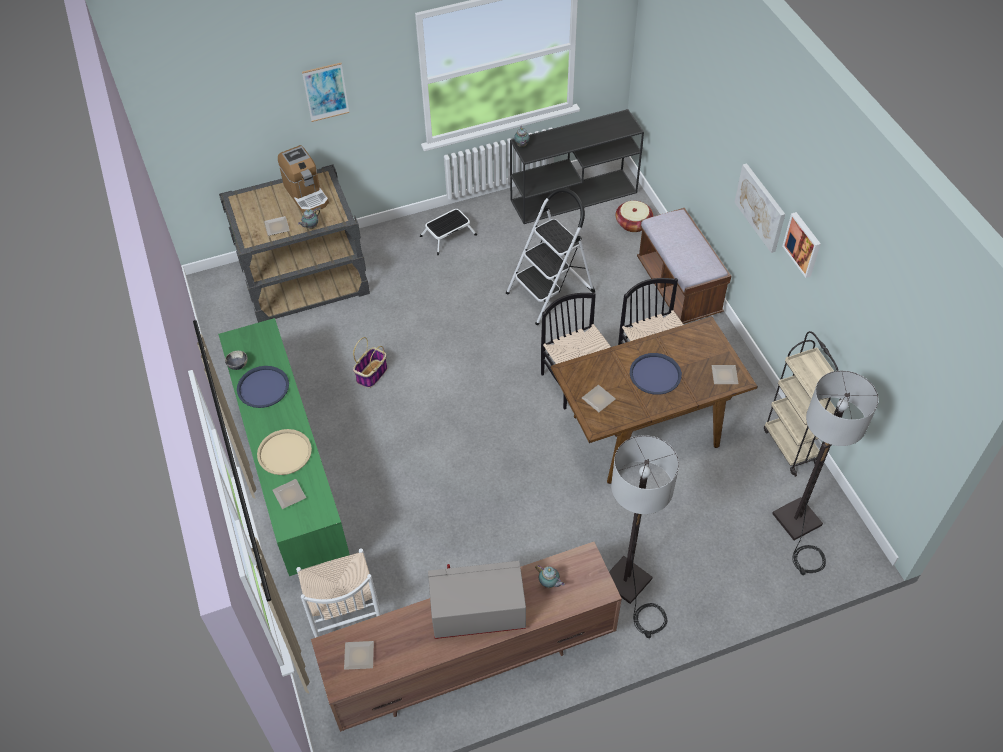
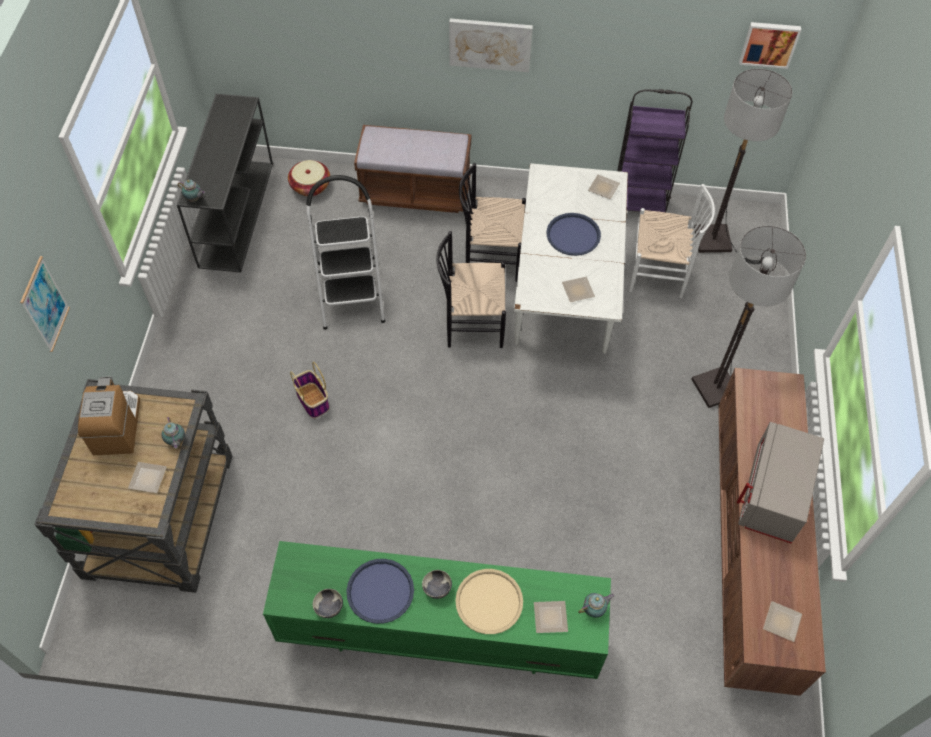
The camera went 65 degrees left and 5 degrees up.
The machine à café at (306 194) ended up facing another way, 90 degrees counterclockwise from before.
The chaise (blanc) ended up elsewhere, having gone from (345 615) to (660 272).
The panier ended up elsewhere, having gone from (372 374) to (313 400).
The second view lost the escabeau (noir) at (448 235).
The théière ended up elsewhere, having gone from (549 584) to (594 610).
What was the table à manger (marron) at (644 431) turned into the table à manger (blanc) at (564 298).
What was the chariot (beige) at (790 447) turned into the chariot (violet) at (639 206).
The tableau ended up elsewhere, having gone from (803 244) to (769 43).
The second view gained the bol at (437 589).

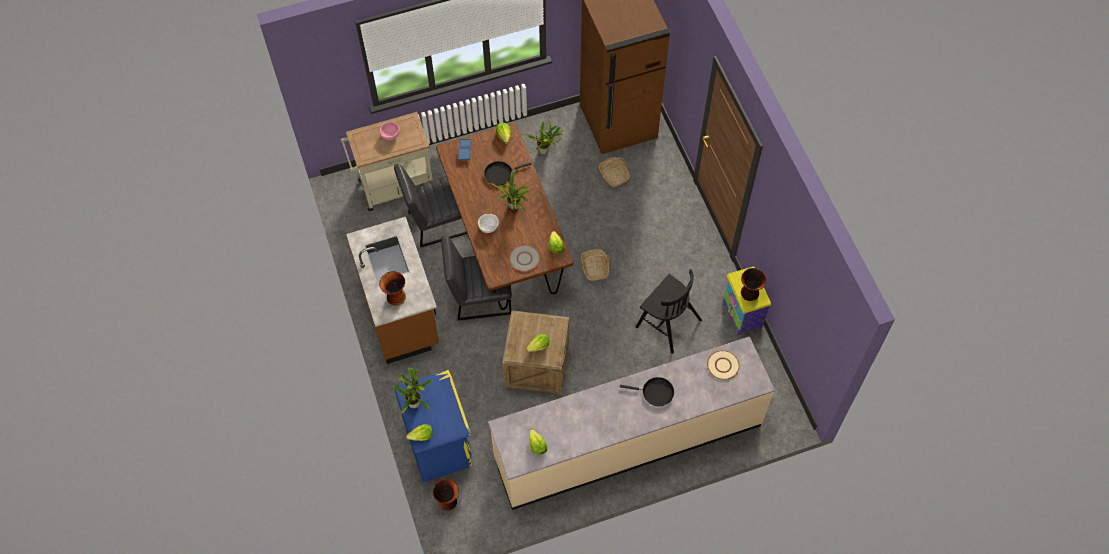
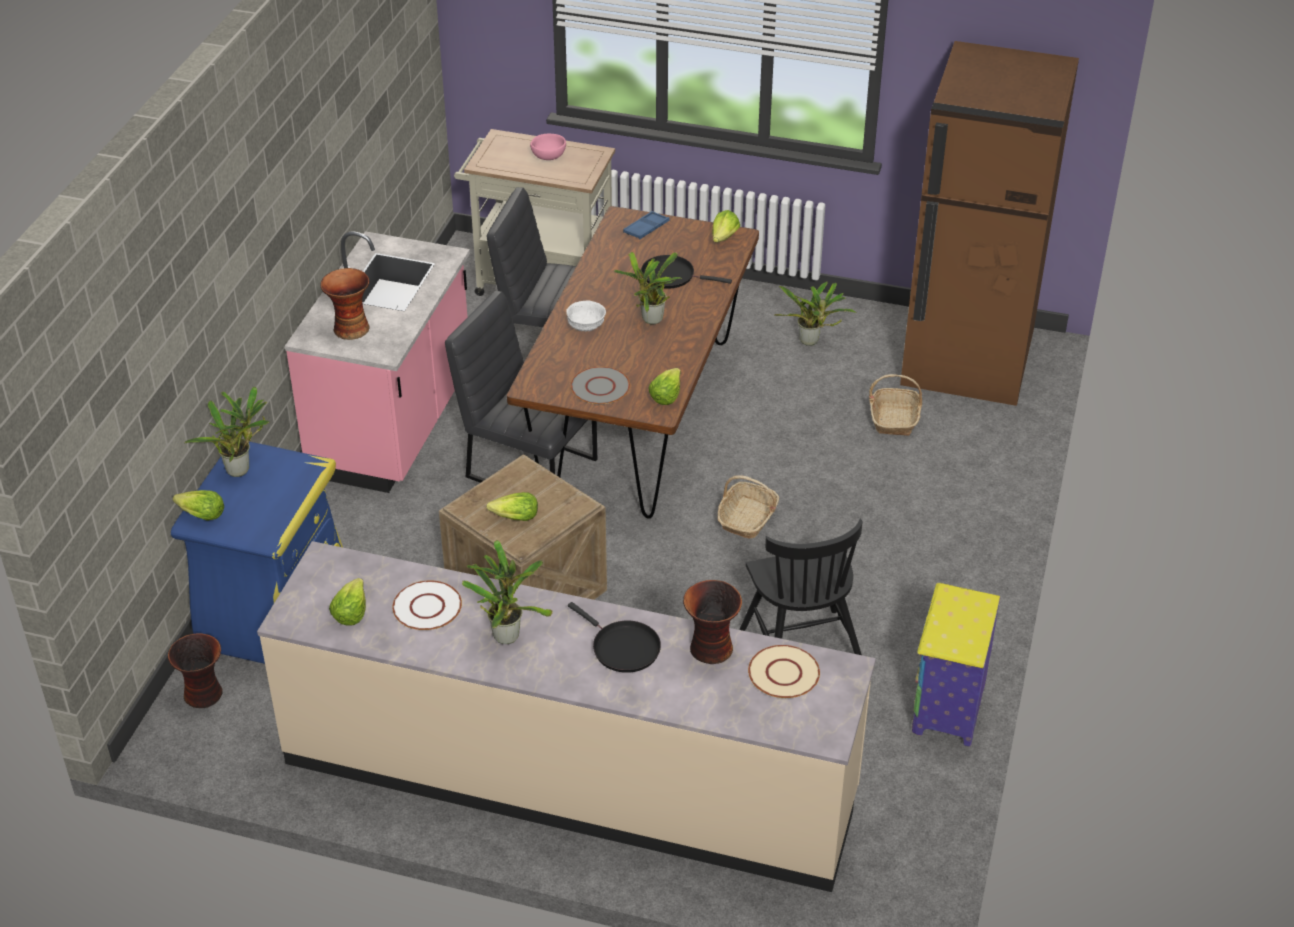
The camera went 35 degrees right and 20 degrees down.
What was the comptoir de cuisine (marron) at (400 311) turned into the comptoir de cuisine (rose) at (394 426).
The vase ended up elsewhere, having gone from (750 293) to (711 650).
The second view gained the assiette (blanc) at (427 607).
The second view gained the plante en pot at (506 634).

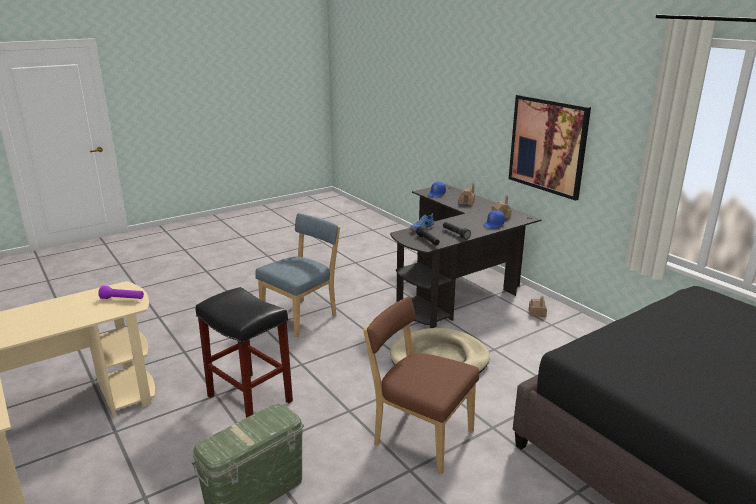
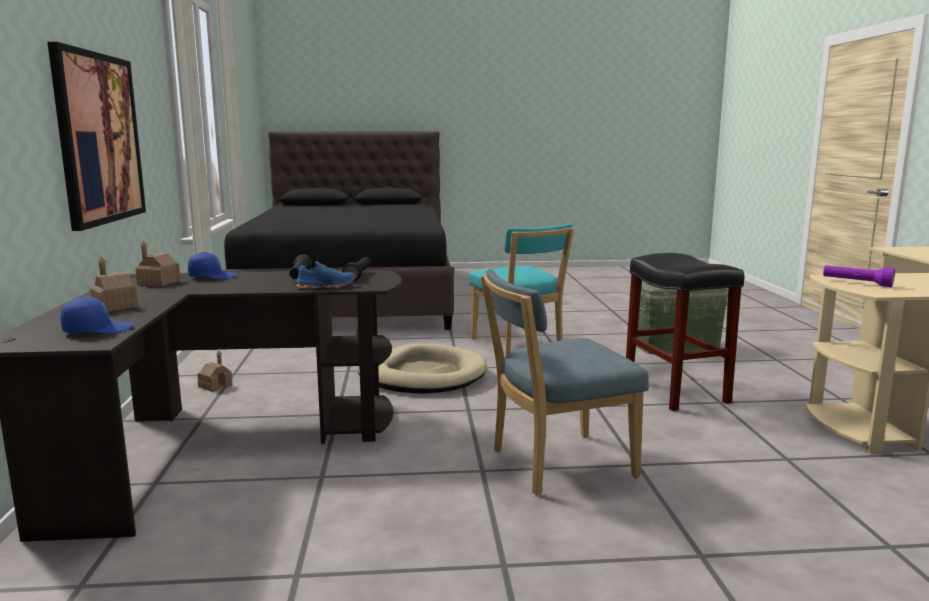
The camera went 150 degrees left and 10 degrees down.
What was the chaise (marron) at (419 436) turned into the chaise (turquoise) at (518 344).

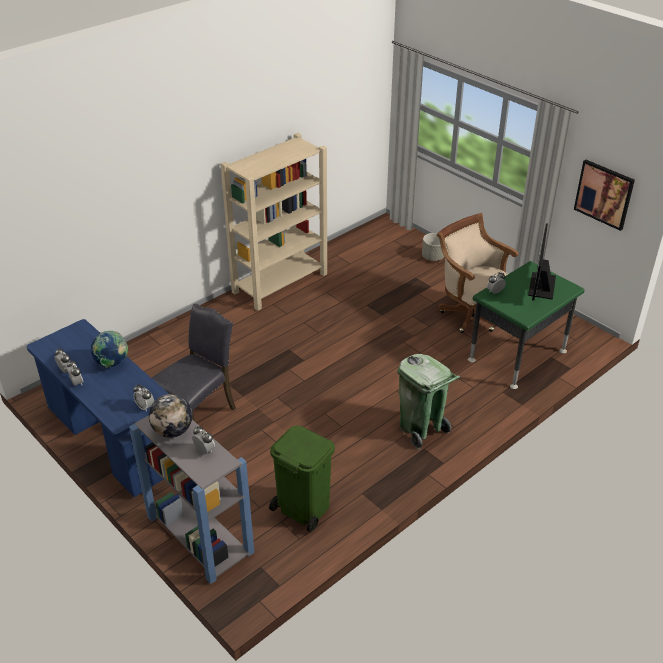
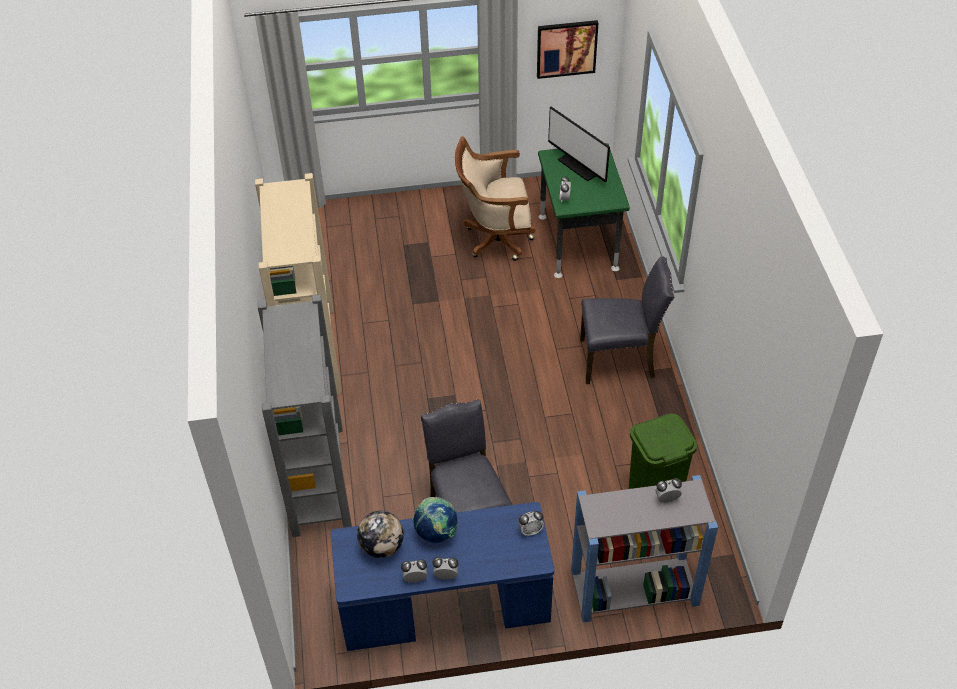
The camera went 55 degrees left and 10 degrees up.
The globe ended up elsewhere, having gone from (173 431) to (382 546).
Where the poubelle (vert) stood at (421 429), the chaise (gris) came to stand at (619 359).
The second view lost the cache-pot (gris) at (432 257).
The second view gained the bibliothèque (gris) at (317 479).

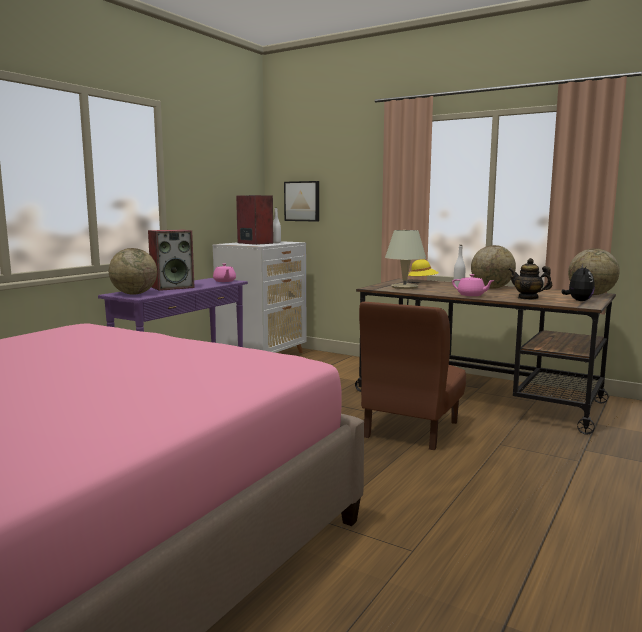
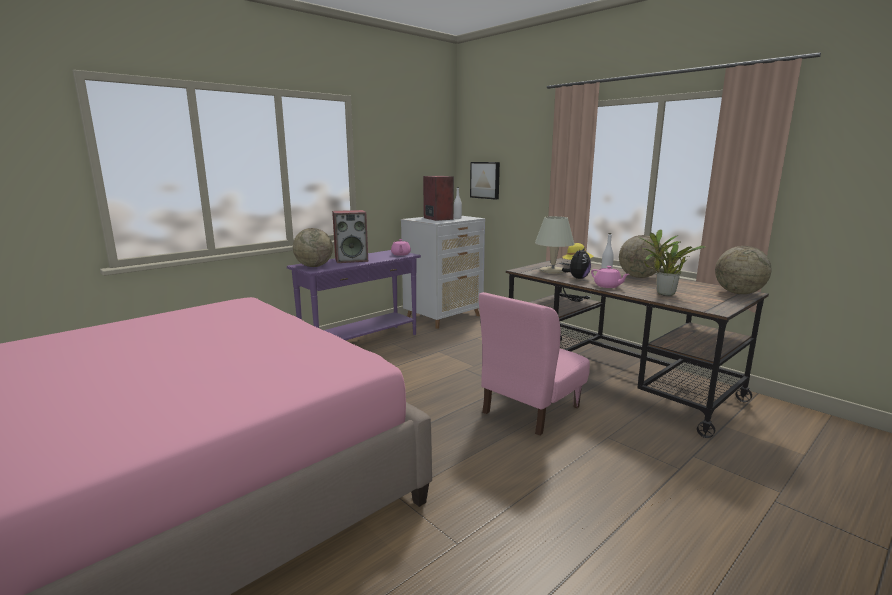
The camera went 15 degrees right and 5 degrees up.
What was the chaise (marron) at (410 429) turned into the chaise (rose) at (530 409).
Where the théière stood at (528 298), the plante en pot came to stand at (663 294).
The peluche ended up elsewhere, having gone from (578 301) to (577 278).

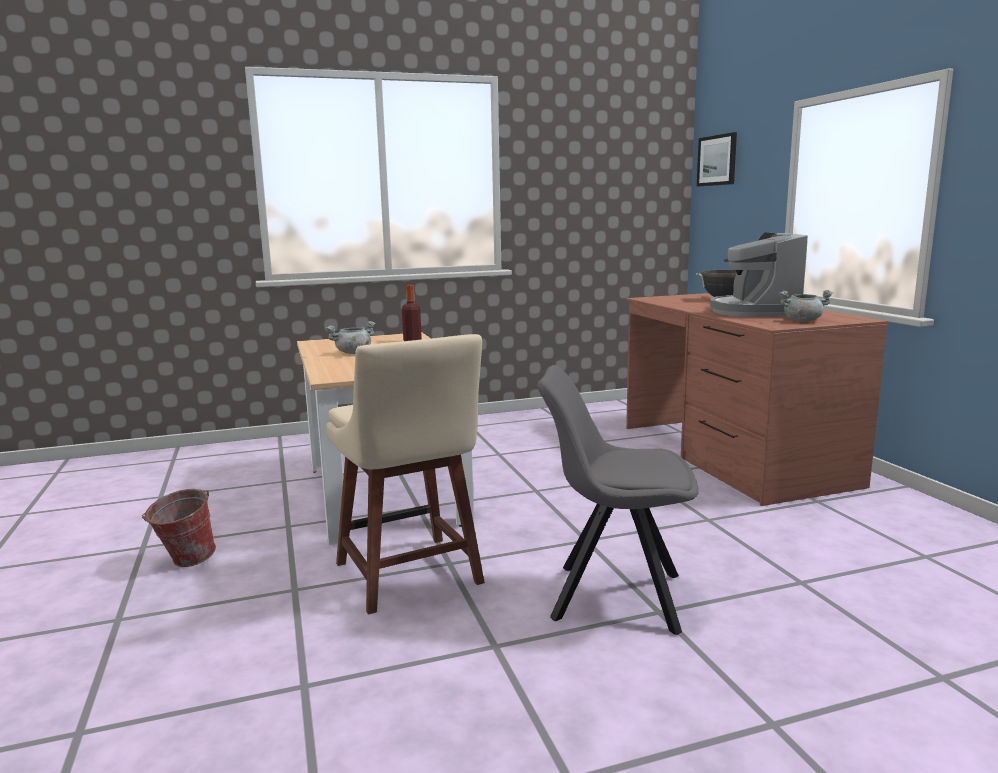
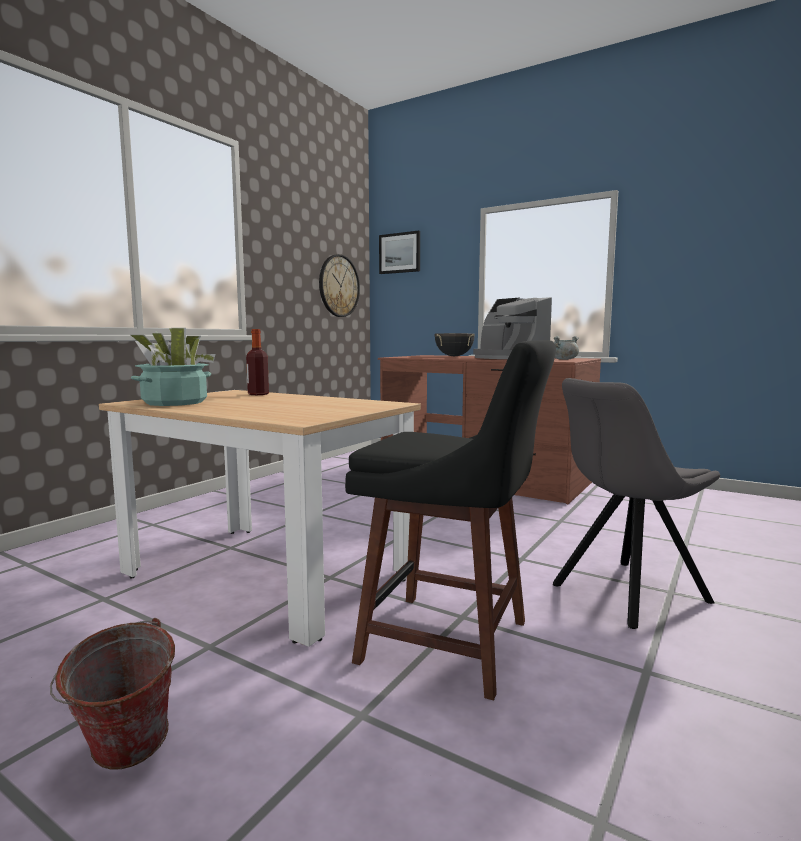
The camera went 40 degrees left and 5 degrees down.
The second view lost the marmite (gris) at (353 353).
What was the tabouret (beige) at (409 576) turned into the tabouret (noir) at (453 643).
The second view gained the plante en pot at (174 402).
The second view gained the horloge murale at (339 286).

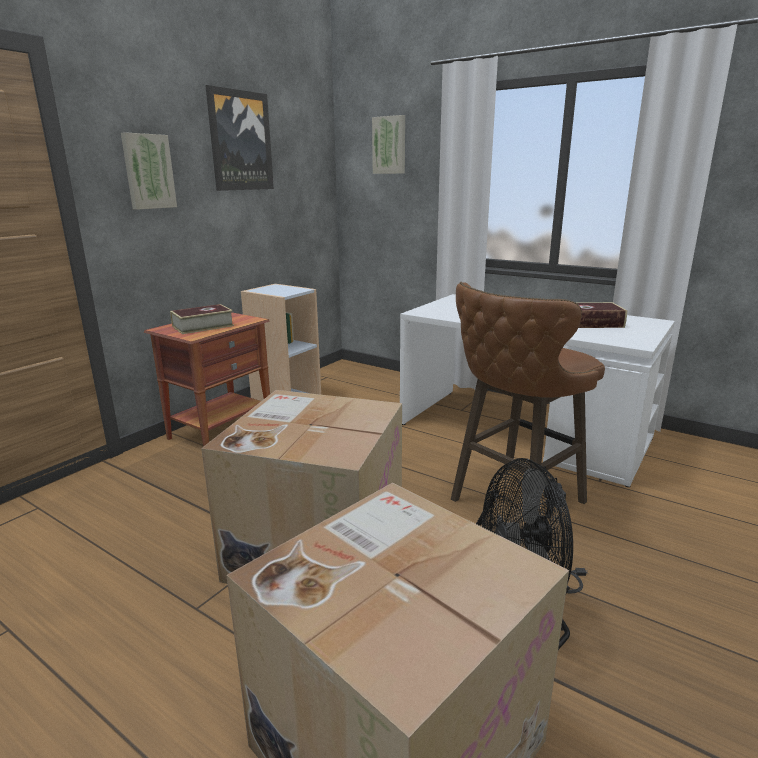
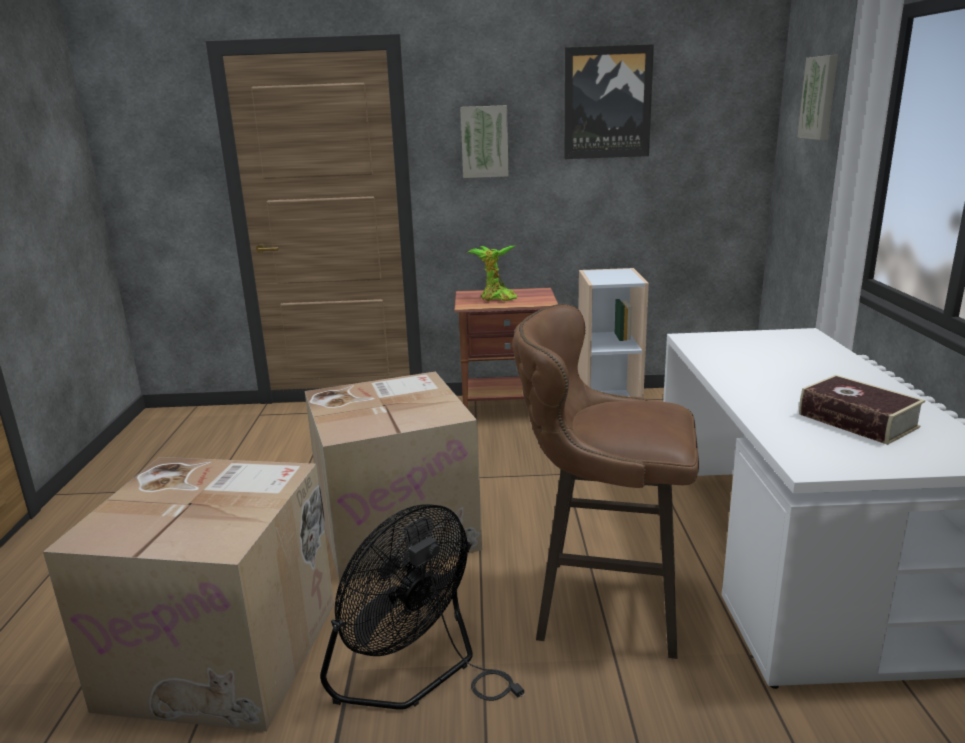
The camera went 55 degrees right and 0 degrees up.
Where the livre stood at (203 326), the plante en pot came to stand at (496 298).

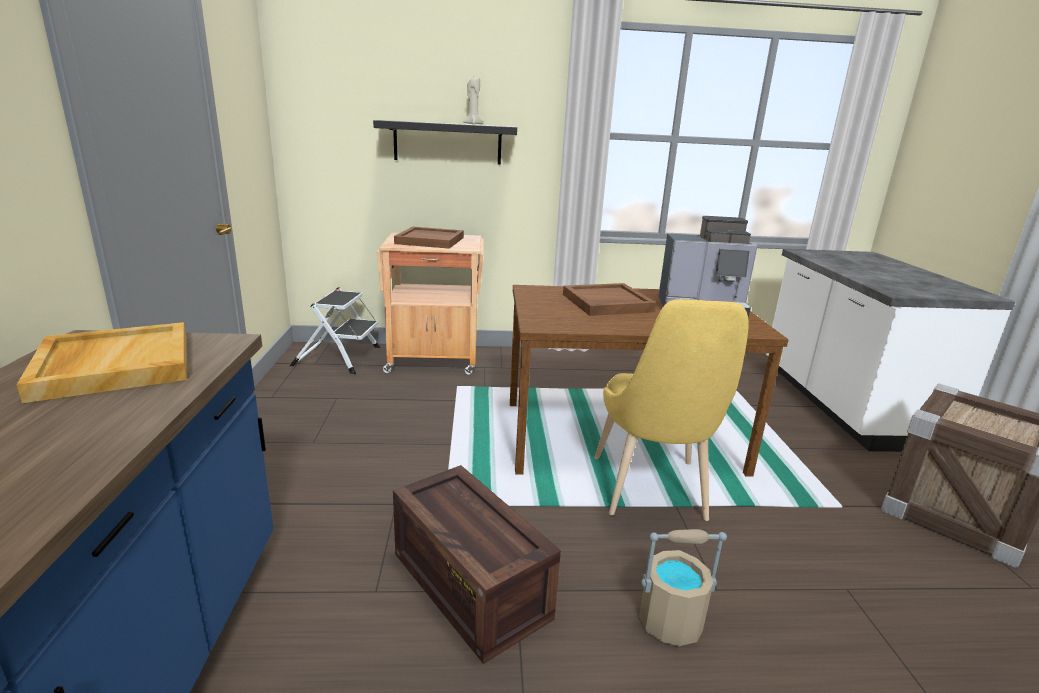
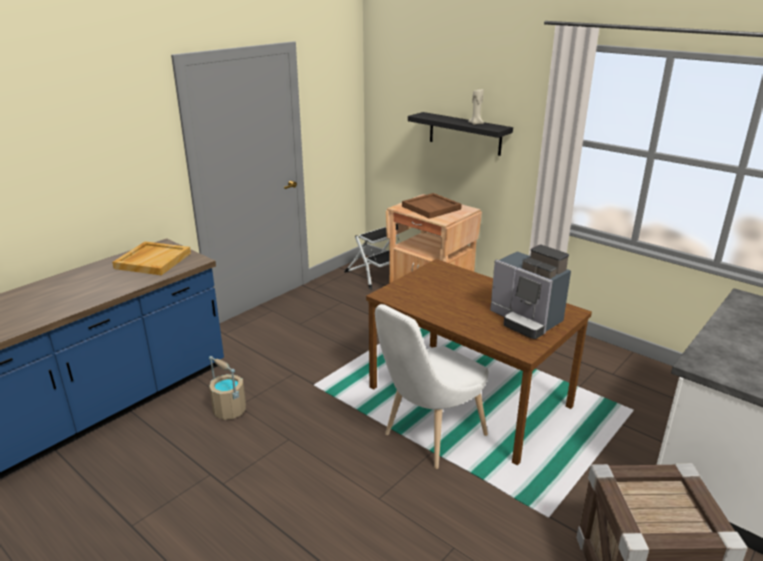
The camera went 45 degrees right and 5 degrees up.
The second view lost the caisse at (466 584).
The second view lost the plateau (marron) at (606 303).
What was the chaise (jaune) at (651 493) turned into the chaise (blanc) at (429 437).
The seau (beige) ended up elsewhere, having gone from (669 622) to (229 410).

